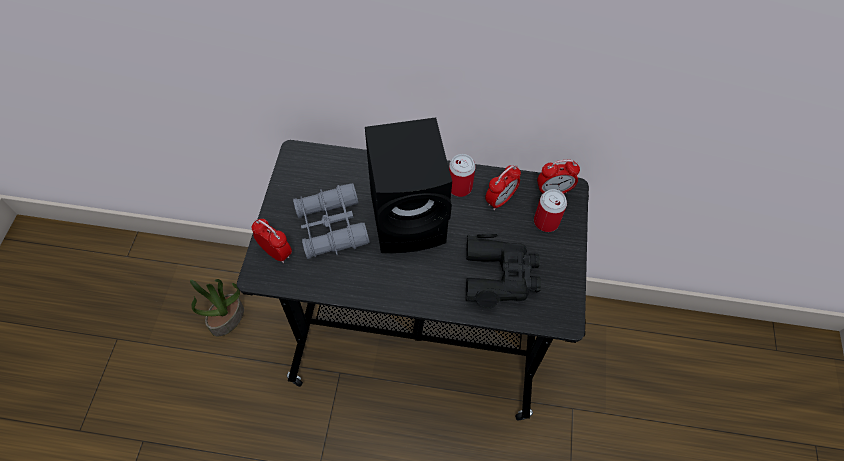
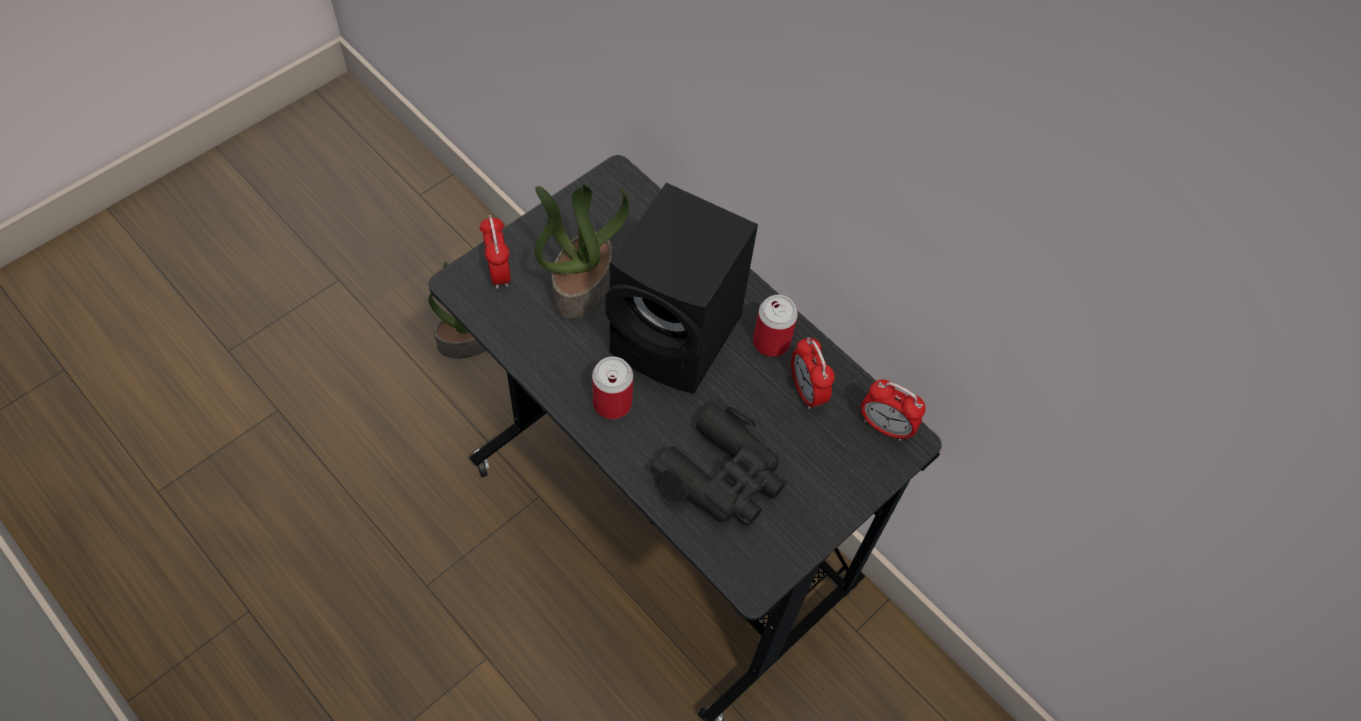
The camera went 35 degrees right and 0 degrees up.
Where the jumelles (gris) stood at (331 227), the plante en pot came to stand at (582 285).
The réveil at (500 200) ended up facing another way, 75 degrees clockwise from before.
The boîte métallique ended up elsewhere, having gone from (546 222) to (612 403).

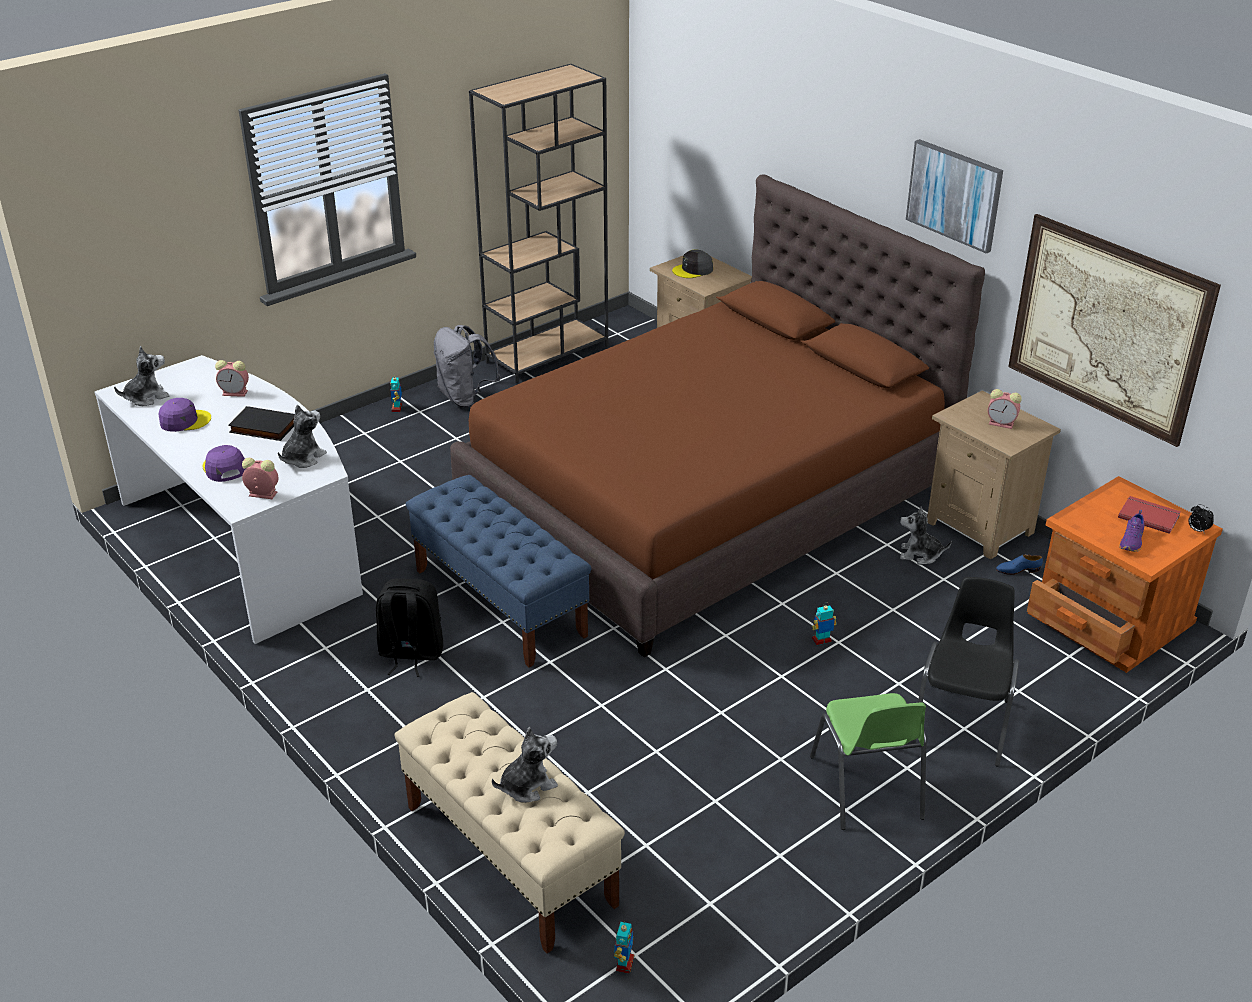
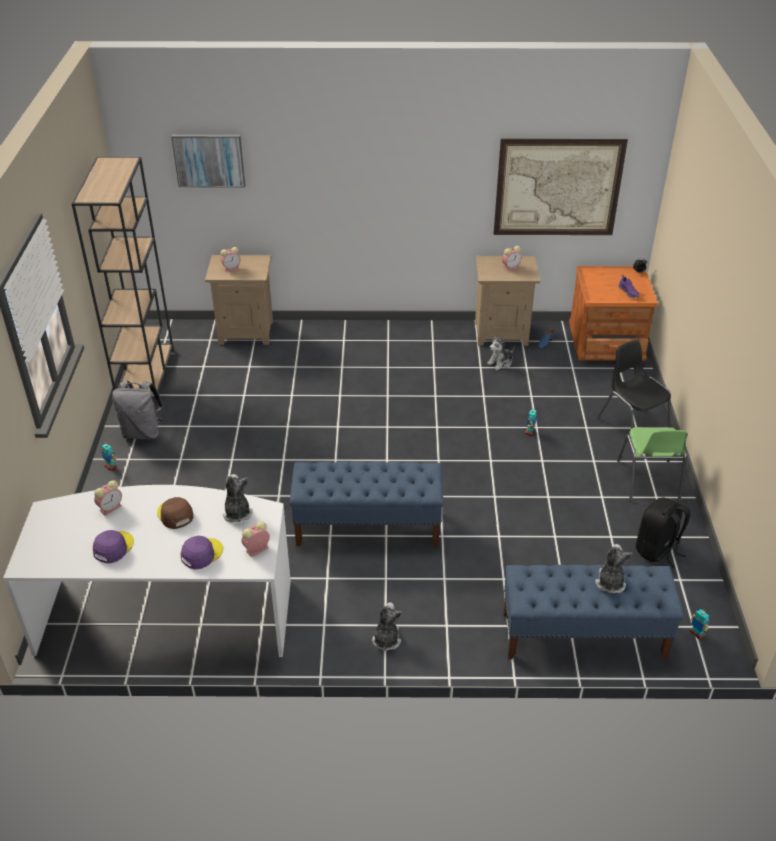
The camera went 50 degrees left and 5 degrees up.
The peluche ended up elsewhere, having gone from (146 397) to (386 639).
The casquette (violet) at (224 468) ended up facing another way, 120 degrees clockwise from before.
Where the livre (noir) stood at (262 428), the casquette (marron) came to stand at (175 514).
The sac à dos (noir) ended up elsewhere, having gone from (410 654) to (657 550).
What was the banc (beige) at (509 854) turned into the banc (bleu) at (582 636).
The second view lost the lit (marron) at (708 500).
Where the casquette (gris) stood at (693 270), the réveil came to stand at (232 268).
The chaise (vert) at (867 788) ended up facing another way, 60 degrees clockwise from before.
The tableau ended up elsewhere, having gone from (954 195) to (209 160).
The second view lost the livre (rouge) at (1148 516).

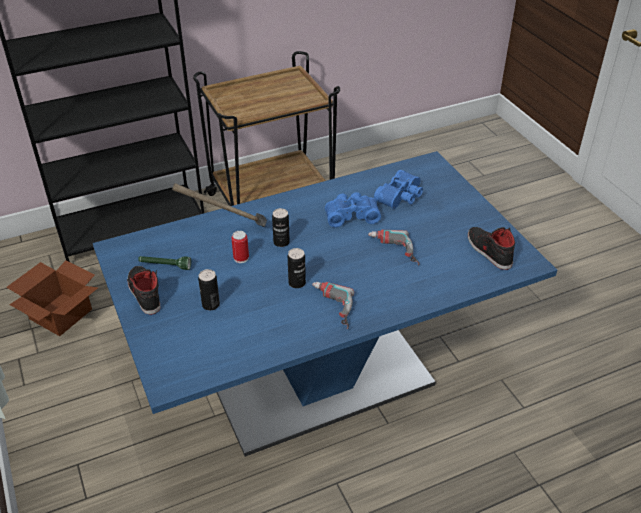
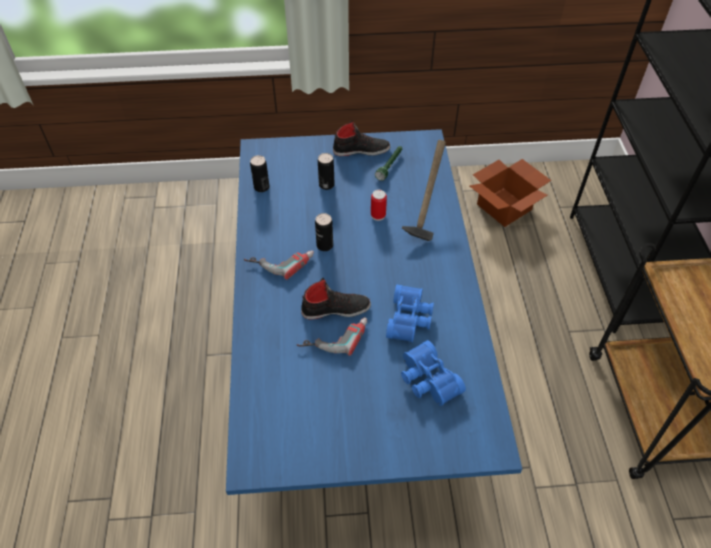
The camera went 110 degrees right and 10 degrees up.
The boîte métallique ended up elsewhere, having gone from (281 242) to (261 187).
The chaussure (noir) ended up elsewhere, having gone from (488 251) to (335 308).

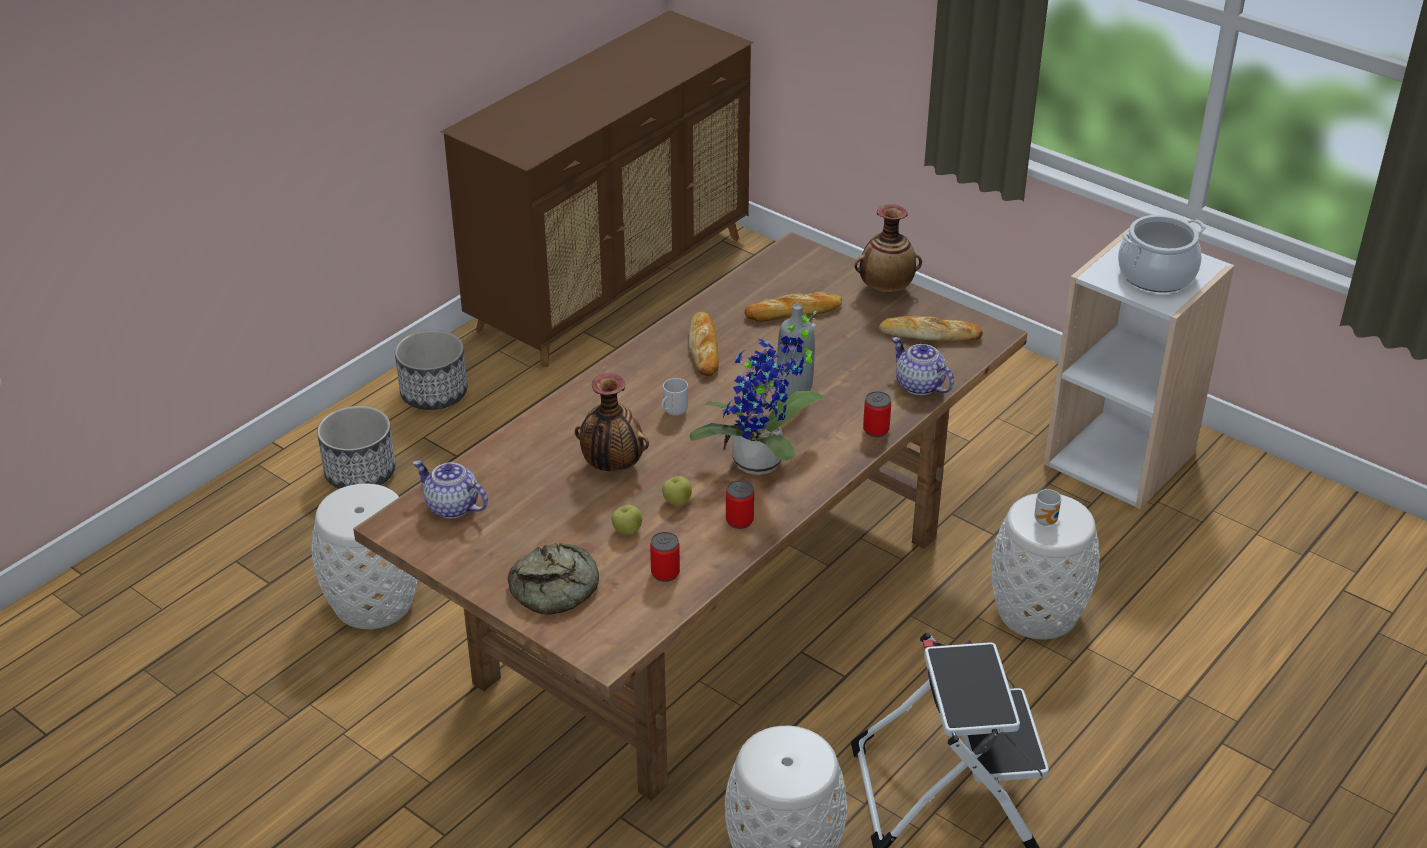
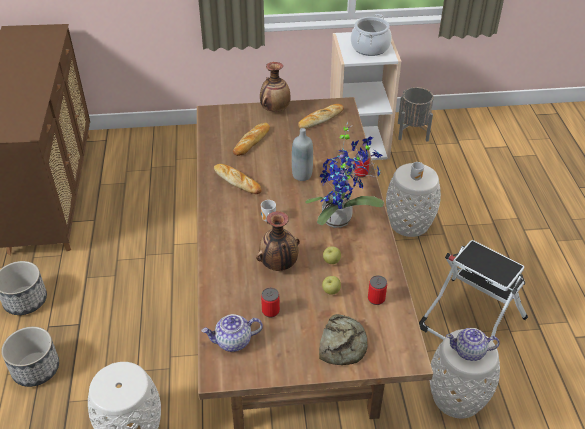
The camera went 45 degrees left and 5 degrees up.
The boîte métallique ended up elsewhere, having gone from (739 520) to (270 311).
The théière ended up elsewhere, having gone from (920 385) to (470 352).
The second view gained the cache-pot (gris) at (413 131).

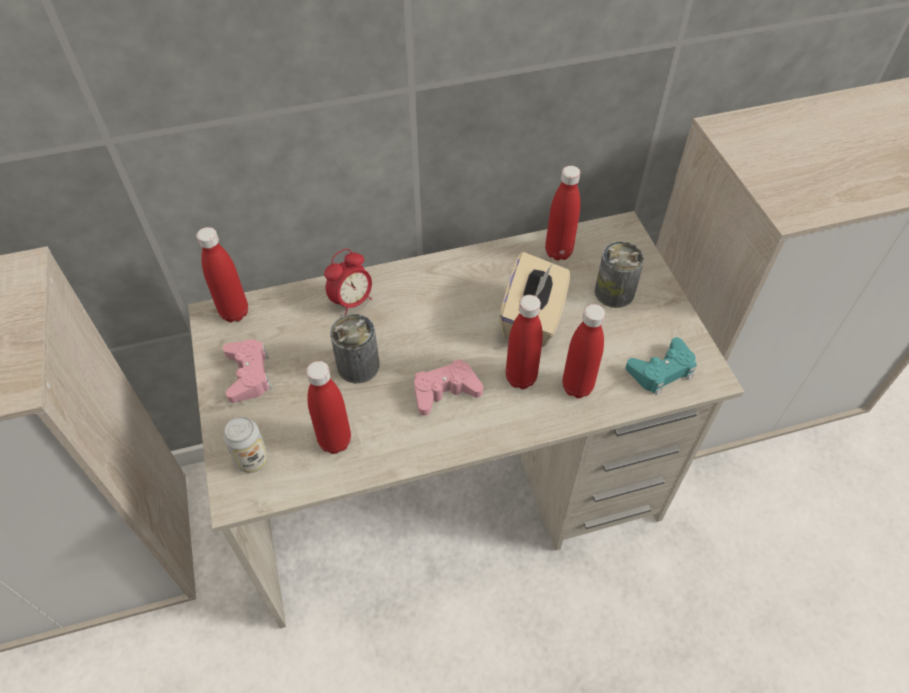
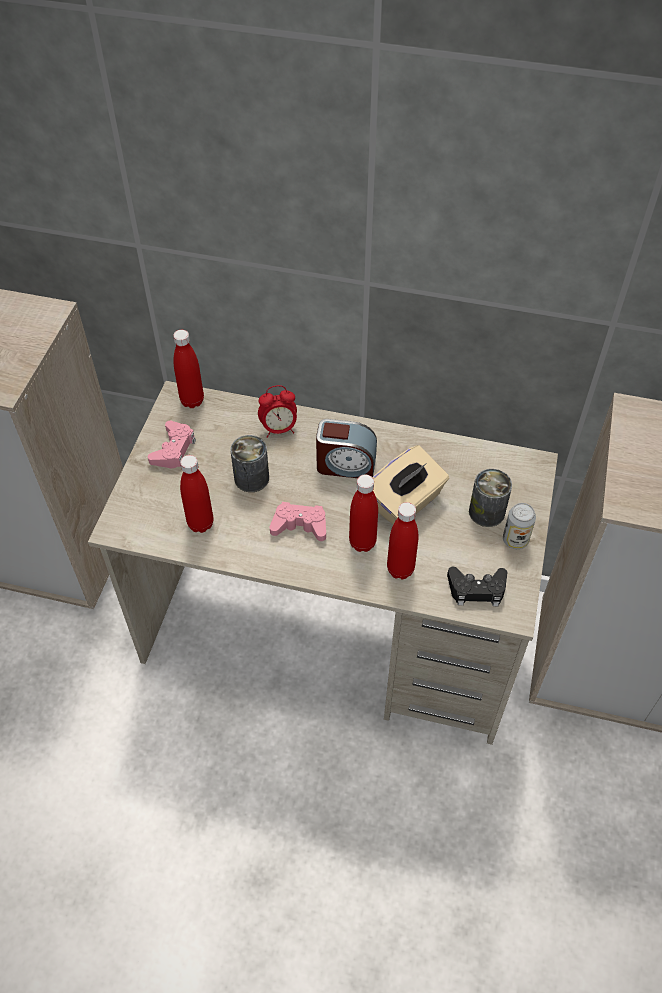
The camera went 30 degrees right and 0 degrees up.
The boîte métallique ended up elsewhere, having gone from (252 460) to (515 540).
The second view lost the bouteille (rouge) at (558 252).
What was the manette (turquoise) at (661 371) turned into the manette (noir) at (476 589).
The second view gained the réveil at (346 465).

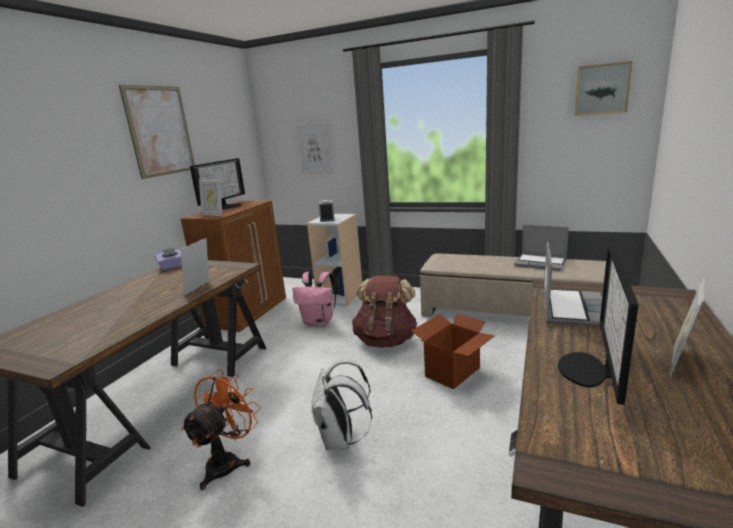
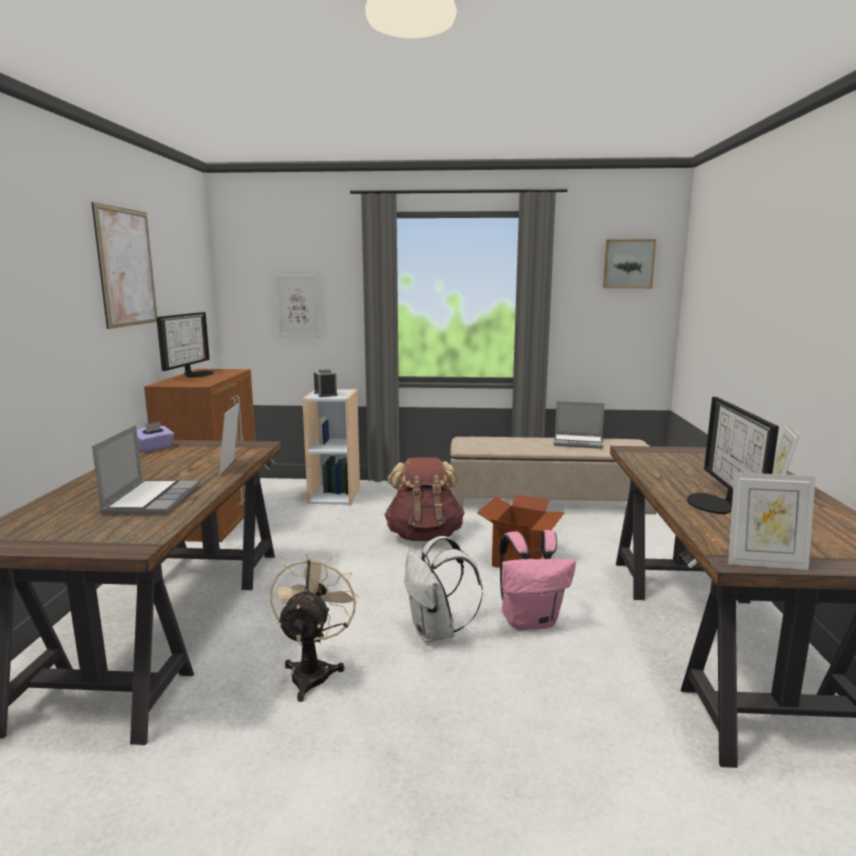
The camera went 20 degrees left and 5 degrees down.
What was the ventilateur (orange) at (228 461) turned into the ventilateur (beige) at (313 671).
The cadre photo ended up elsewhere, having gone from (214 215) to (765 563).
The sac à dos (rose) ended up elsewhere, having gone from (319 322) to (530 621).
The ordinateur portable ended up elsewhere, having gone from (572 308) to (151 499).

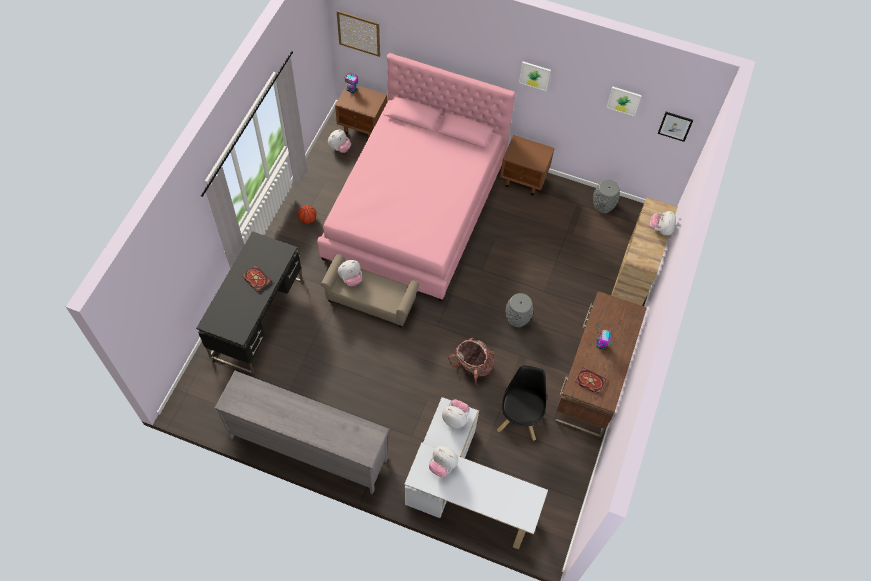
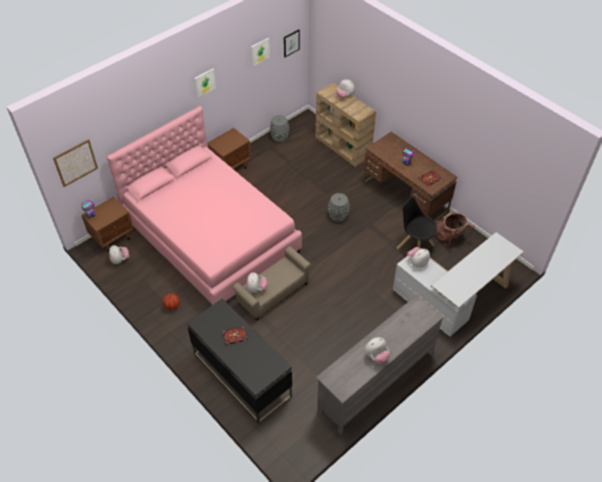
The camera went 60 degrees left and 10 degrees down.
The peluche ended up elsewhere, having gone from (442 465) to (376 356).
The sac à dos ended up elsewhere, having gone from (472 366) to (449 237).

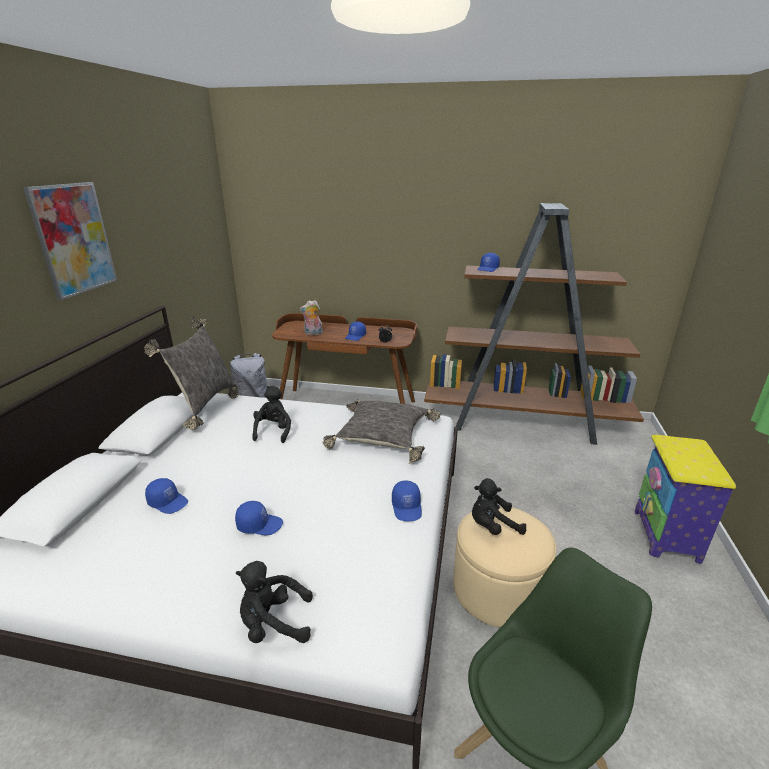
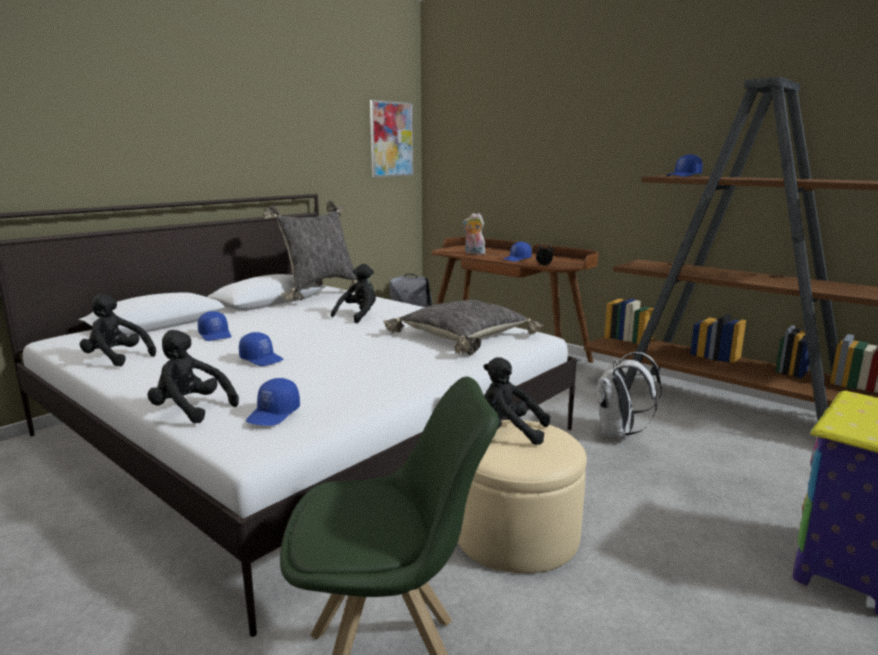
The camera went 30 degrees right and 10 degrees down.
The tableau ended up elsewhere, having gone from (73 239) to (391 139).
The casquette (bleu) ended up elsewhere, having gone from (407 507) to (274 414).
The second view gained the peluche (noir) at (117 358).
The second view gained the sac à dos (blanc) at (619 434).

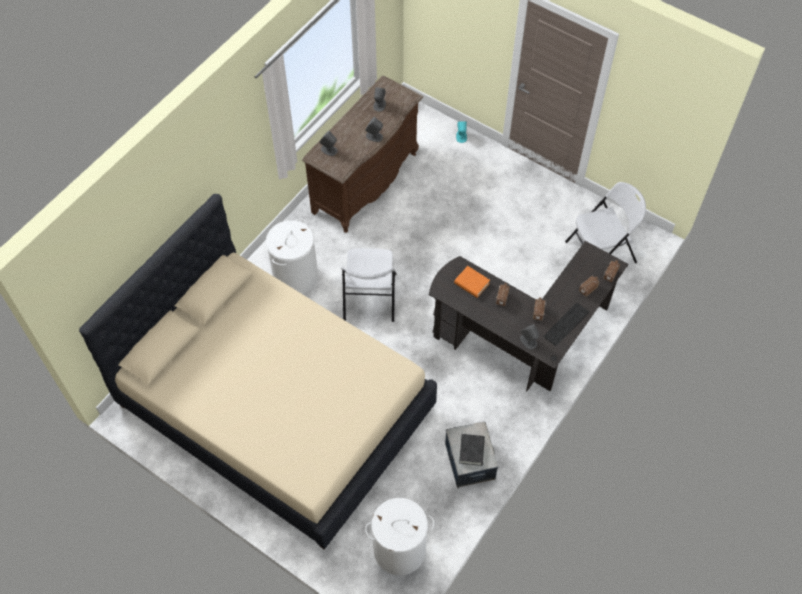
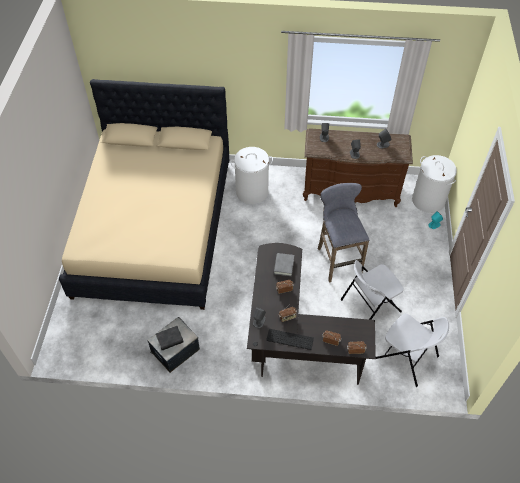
The camera went 60 degrees right and 5 degrees down.
The chaise (blanc) ended up elsewhere, having gone from (369 297) to (370 305).
The panier à linge (blanc) ended up elsewhere, having gone from (399 550) to (428 200).
What was the livre (orange) at (471 283) turned into the livre (gris) at (284 266).
The second view gained the tabouret (gris) at (337 259).

